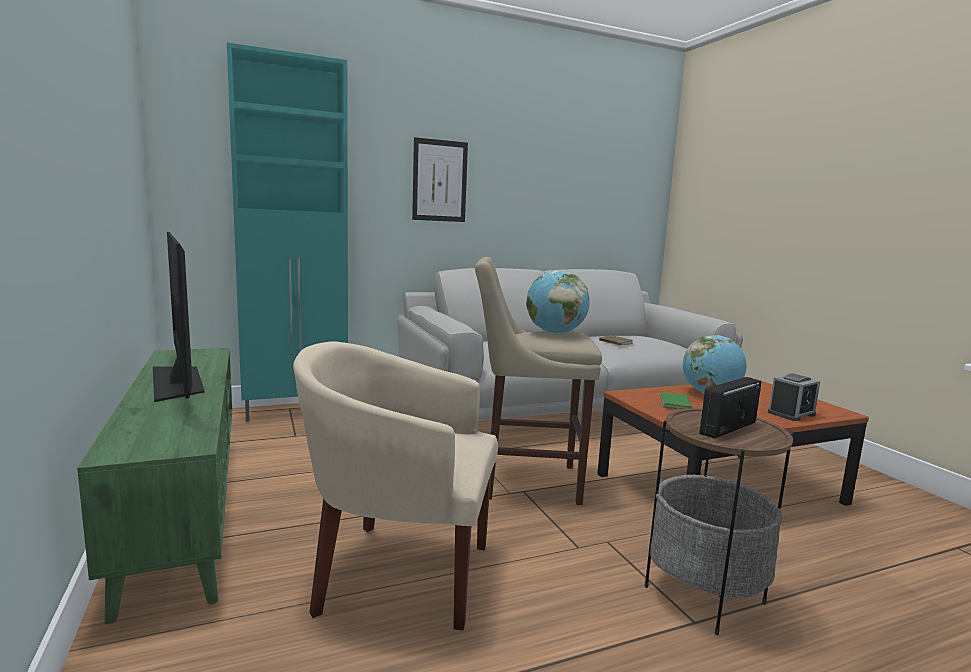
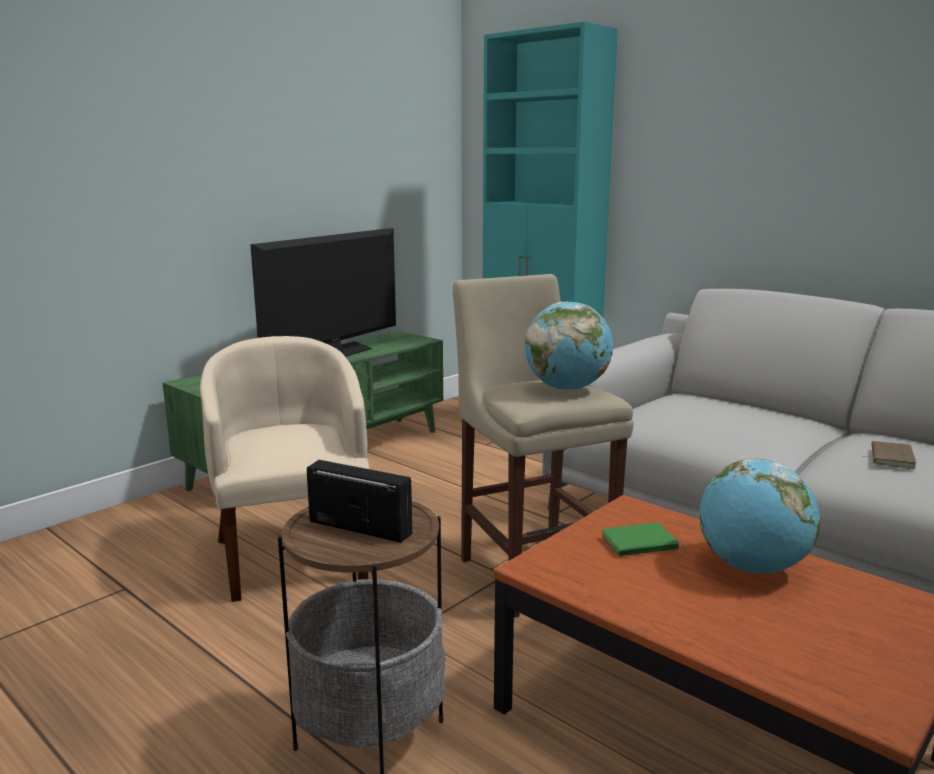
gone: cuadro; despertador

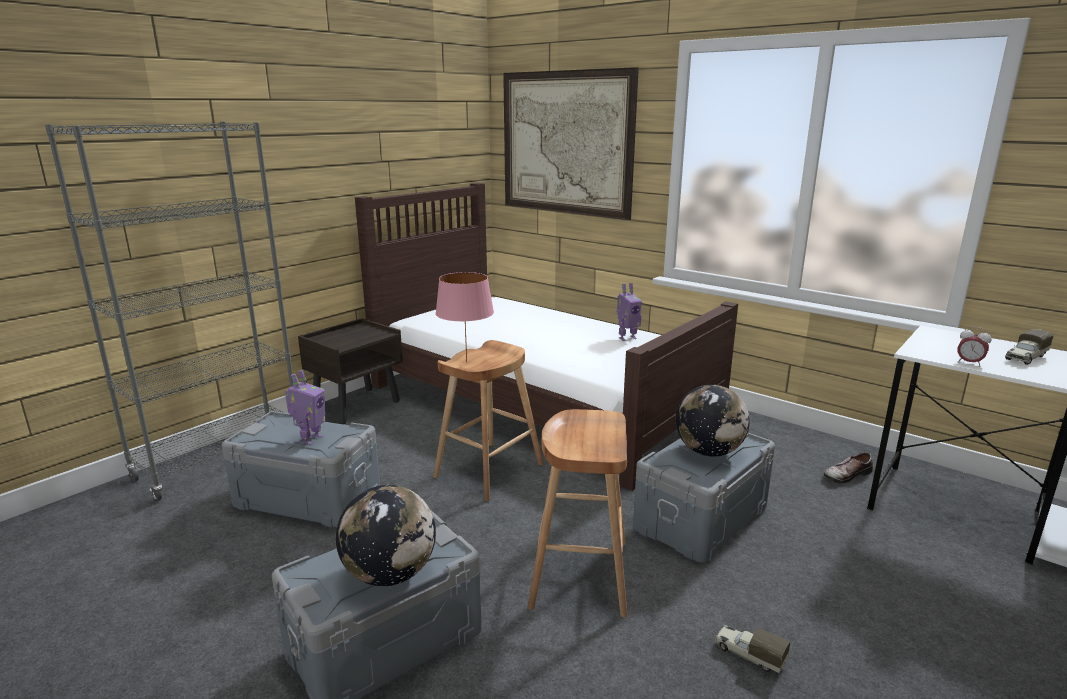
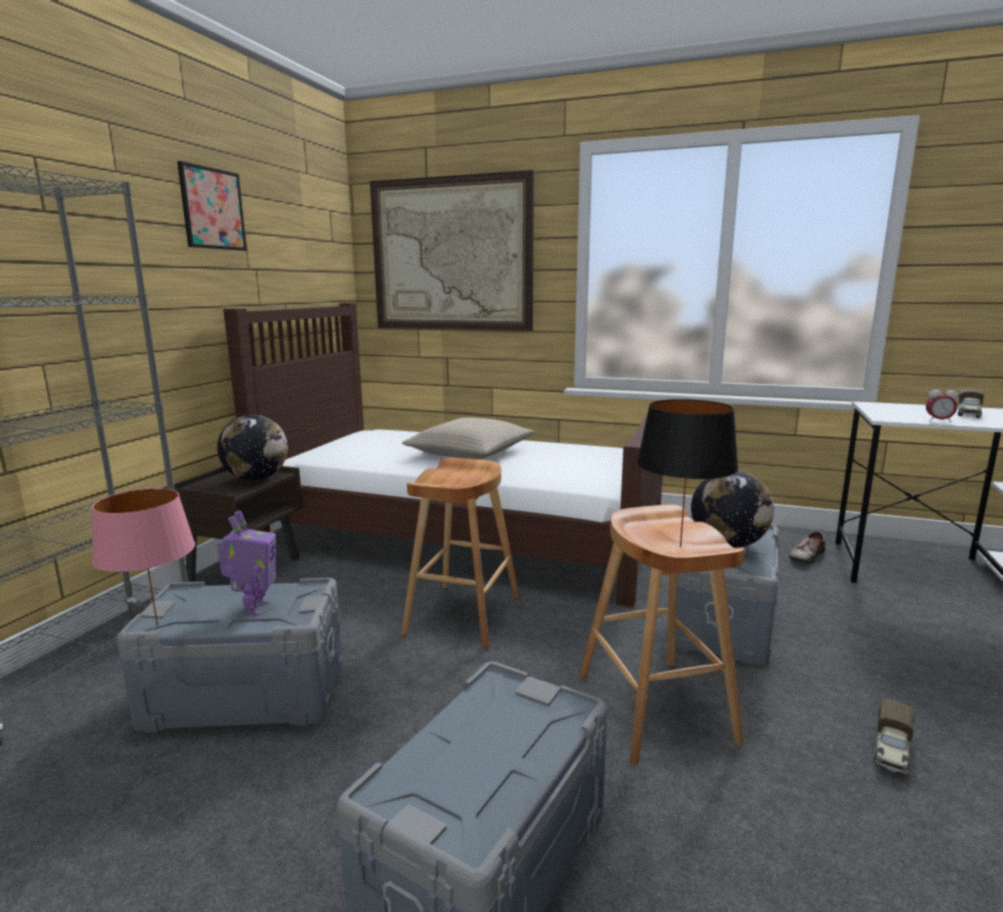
gone: robot de juguete (no. 2 from left)
new: cuadro (no. 1 from left); cojín [beis]; lámpara de mesa [negro]
shifted: globo terráqueo (no. 1 from left); lámpara de mesa [rosa]
rotated: camión de juguete (no. 1 from left) 75 degrees counterclockwise

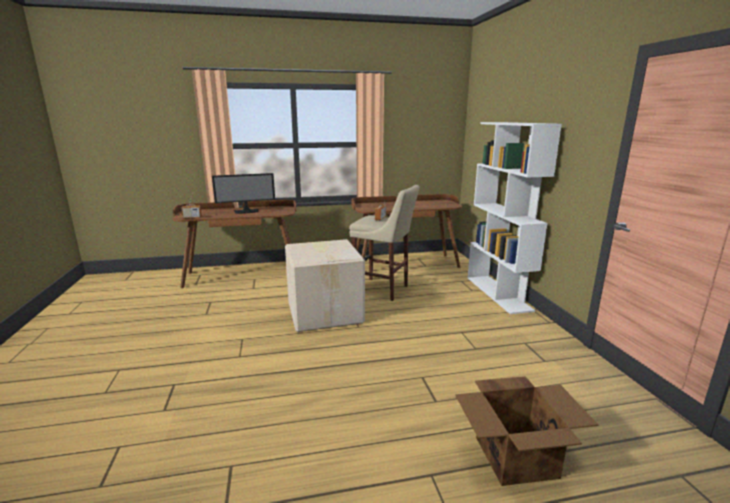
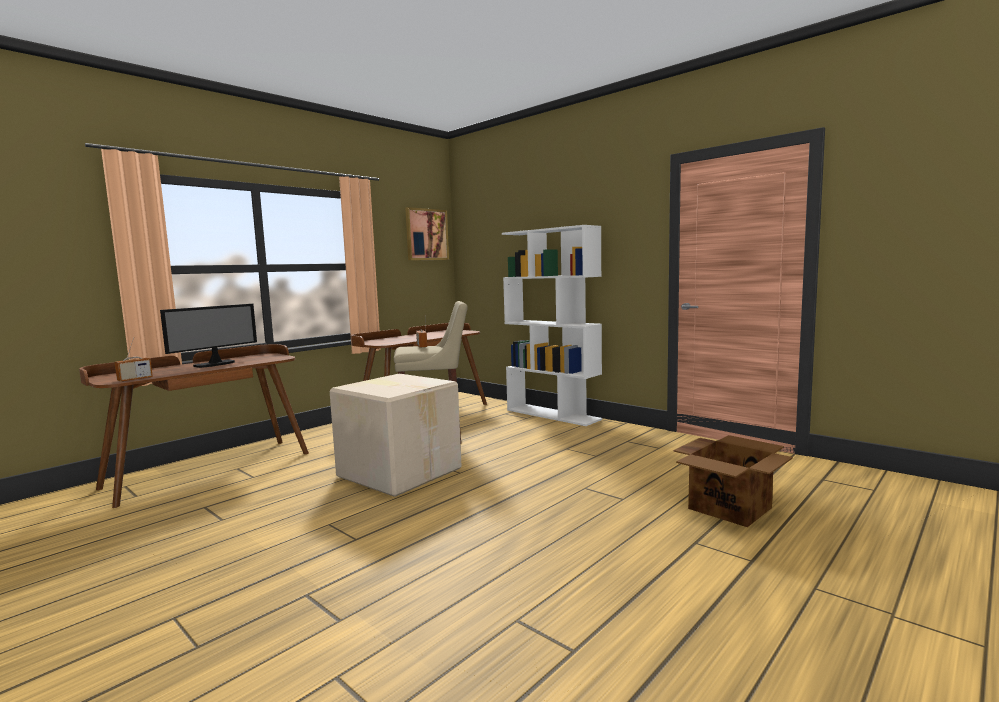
new: cuadro

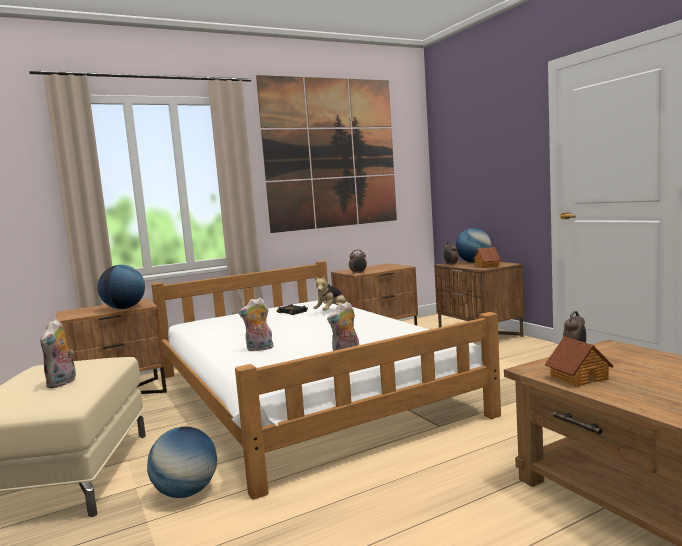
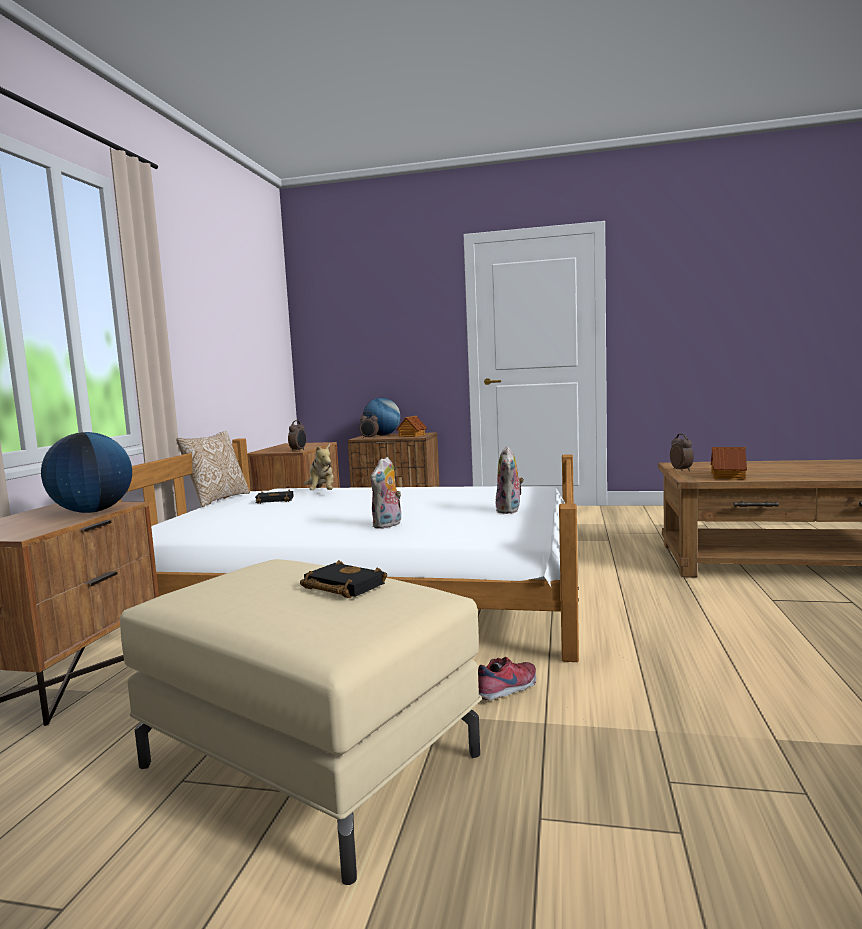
gone: cuadro
new: cojín
swapped: peluche (no. 1 from left) to libro [negro] (no. 2 from left); globo terráqueo (no. 2 from left) to zapato

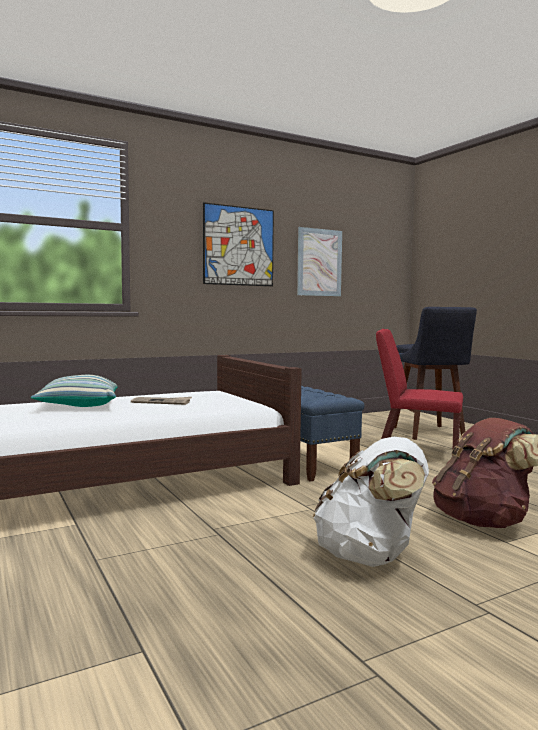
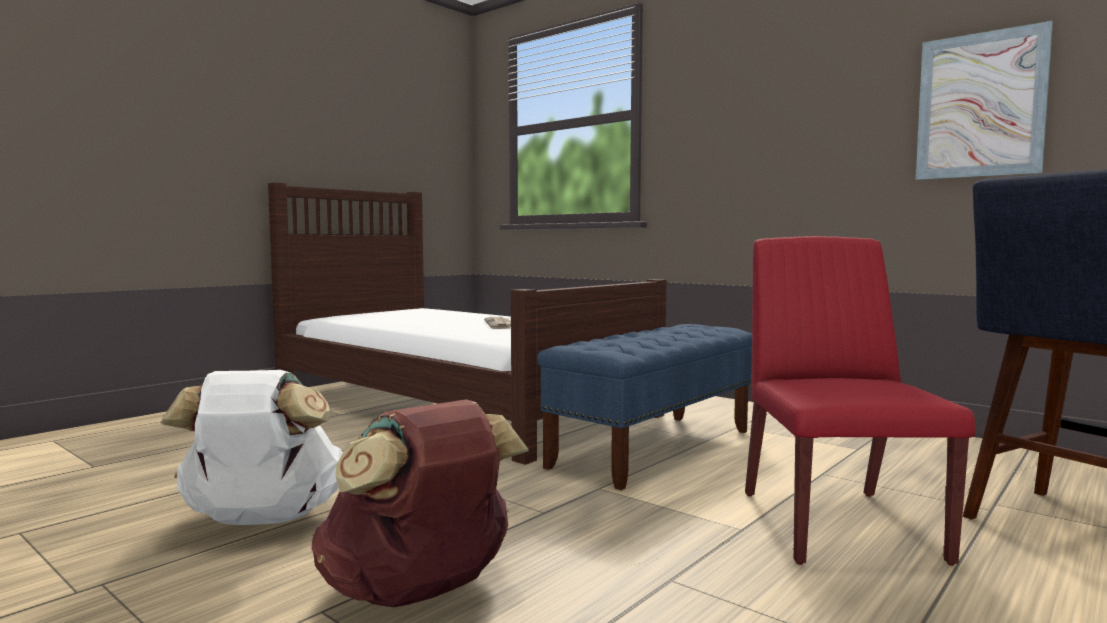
gone: cojín; cuadro (no. 1 from left)

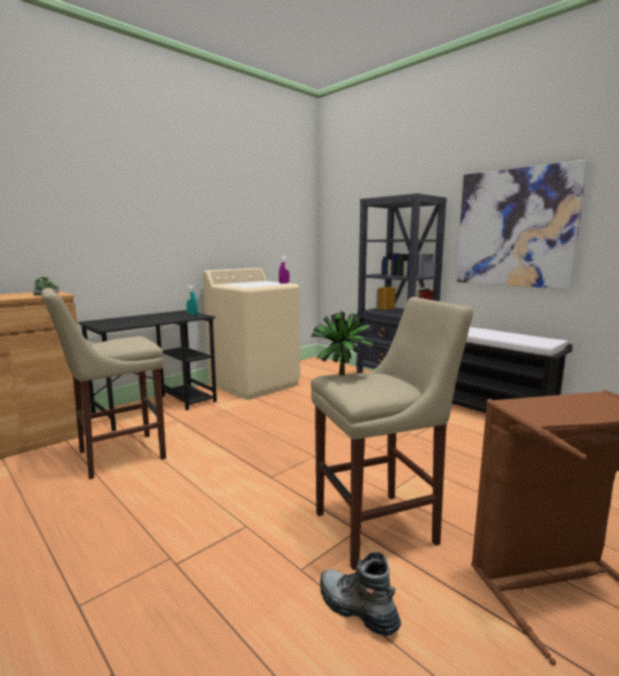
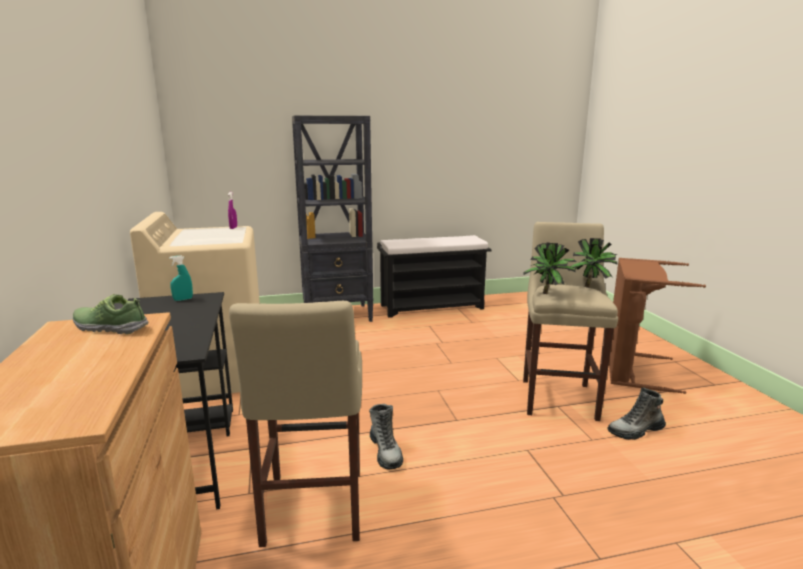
gone: cuadro
new: bota (no. 1 from left); planta en maceta (no. 2 from left)

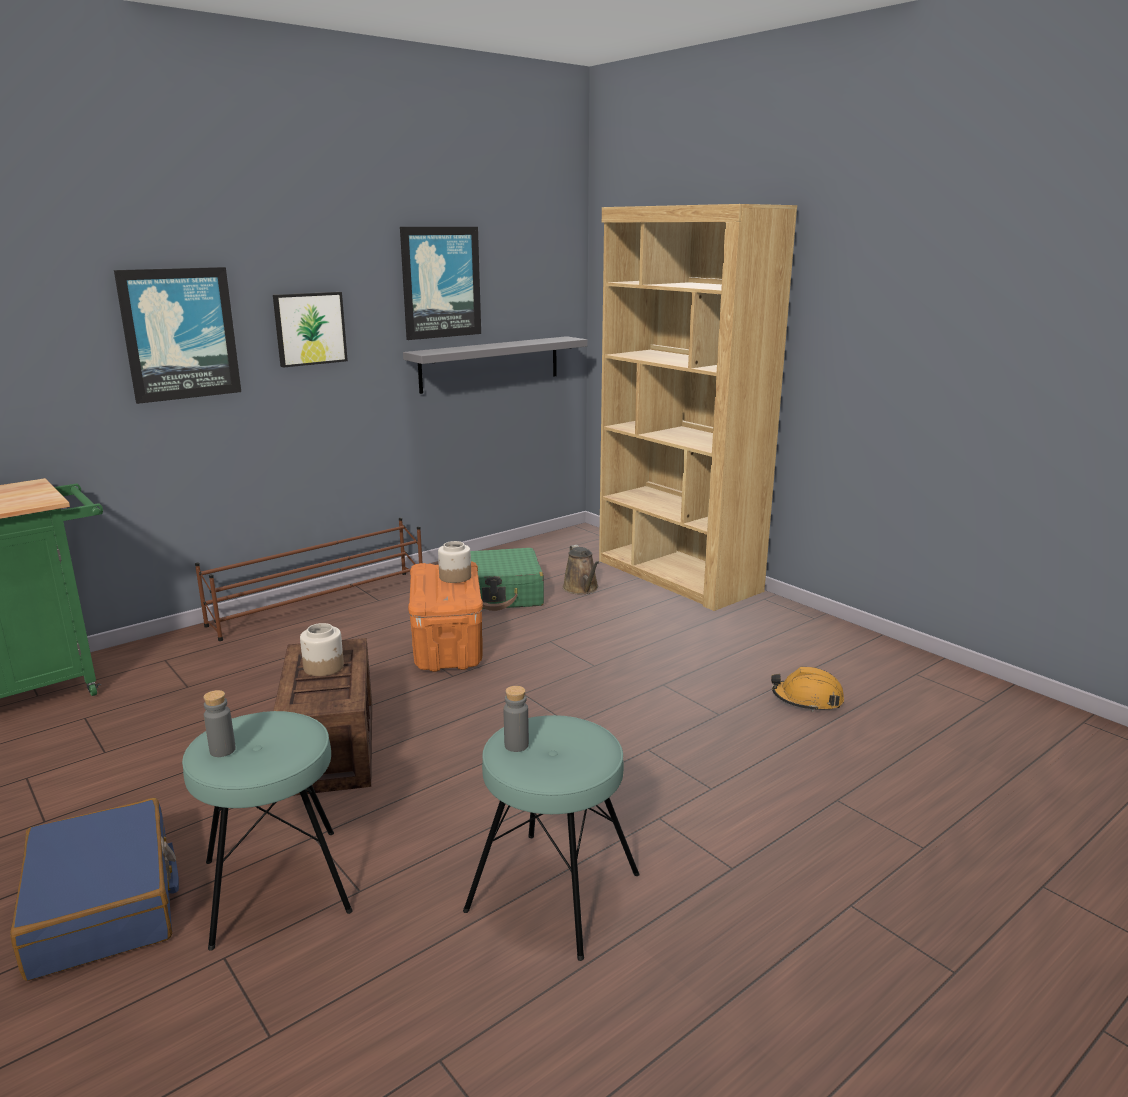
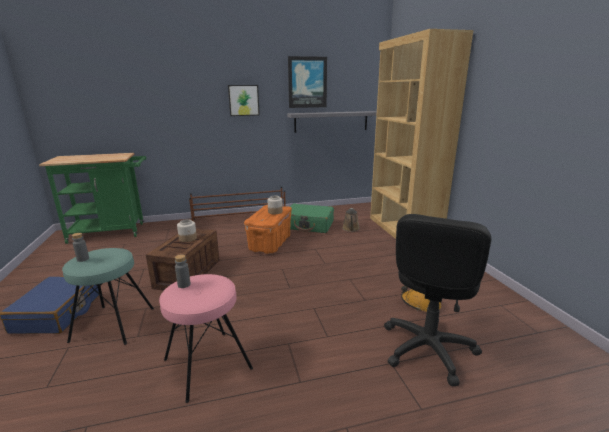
gone: cuadro (no. 1 from left)
new: silla de oficina [negro]
repainted: taburete [turquesa] (no. 2 from left) to taburete [rosa]

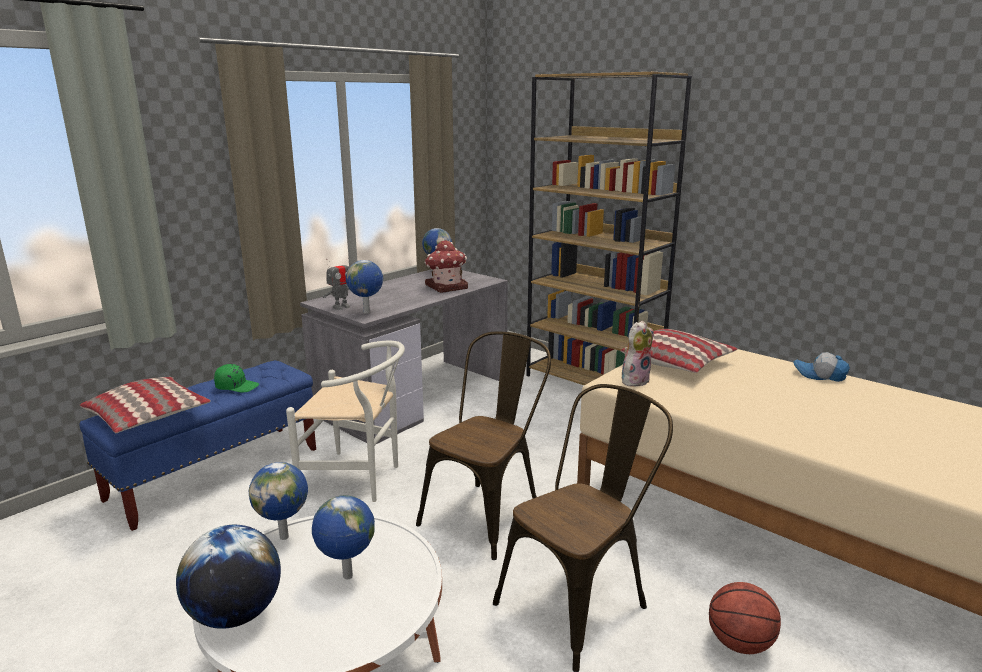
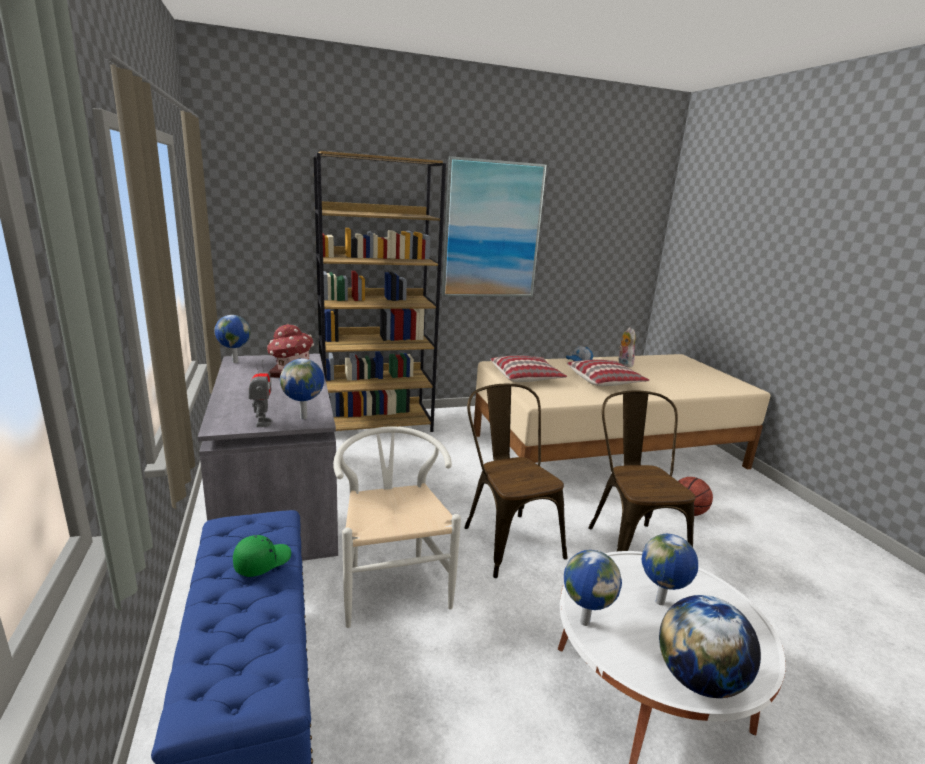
new: cuadro
shifted: cojín (no. 1 from left in the first image) to cojín (no. 2 from left); peluche
rotated: silla [blanco] 60 degrees counterclockwise

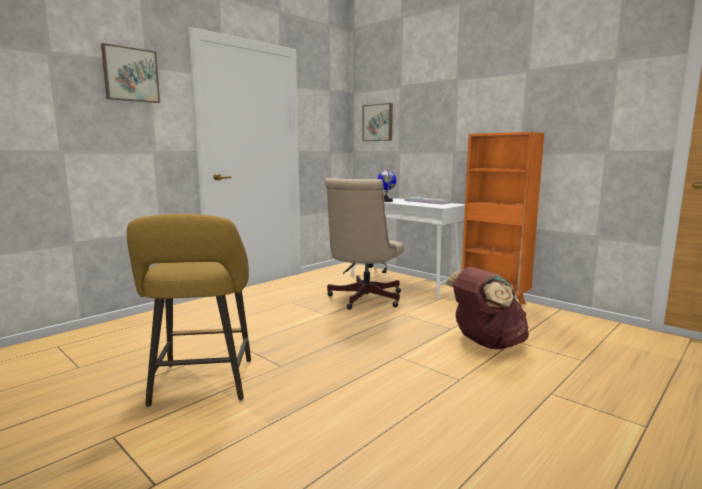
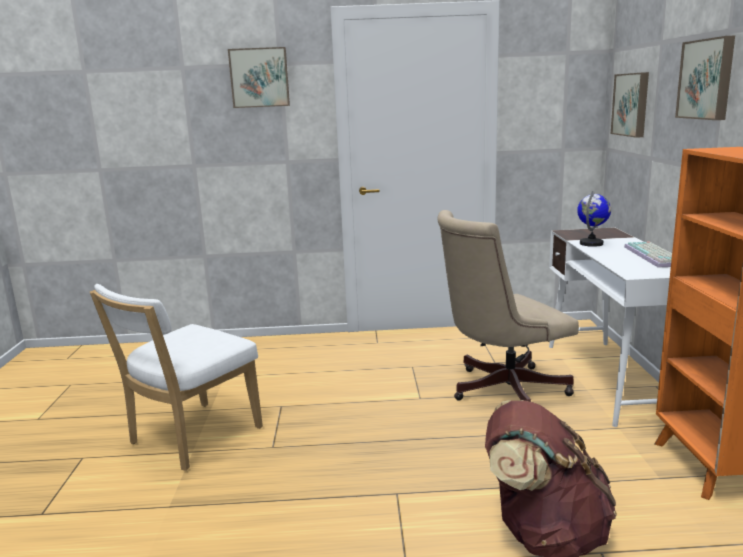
new: cuadro (no. 3 from left)
swapped: taburete [amarillo] to silla [blanco]

